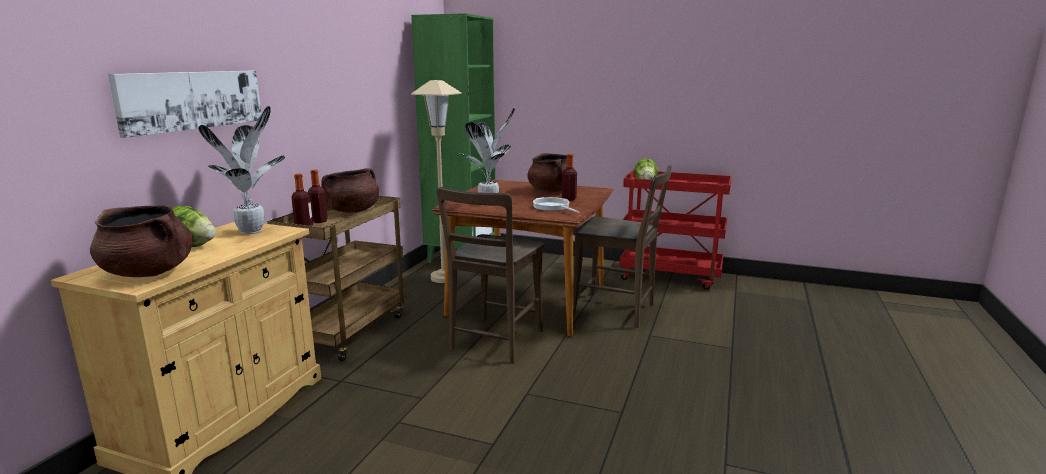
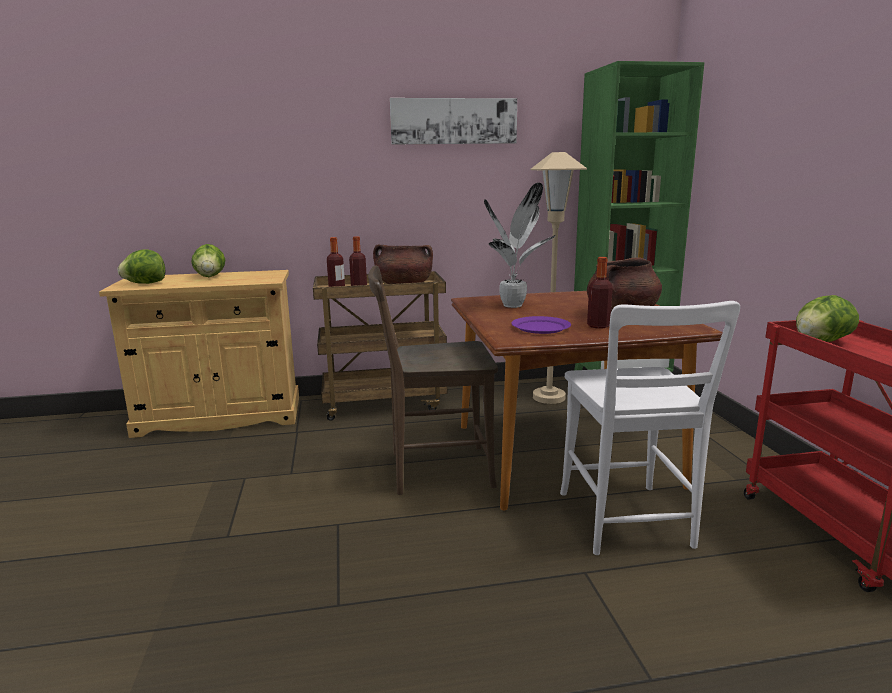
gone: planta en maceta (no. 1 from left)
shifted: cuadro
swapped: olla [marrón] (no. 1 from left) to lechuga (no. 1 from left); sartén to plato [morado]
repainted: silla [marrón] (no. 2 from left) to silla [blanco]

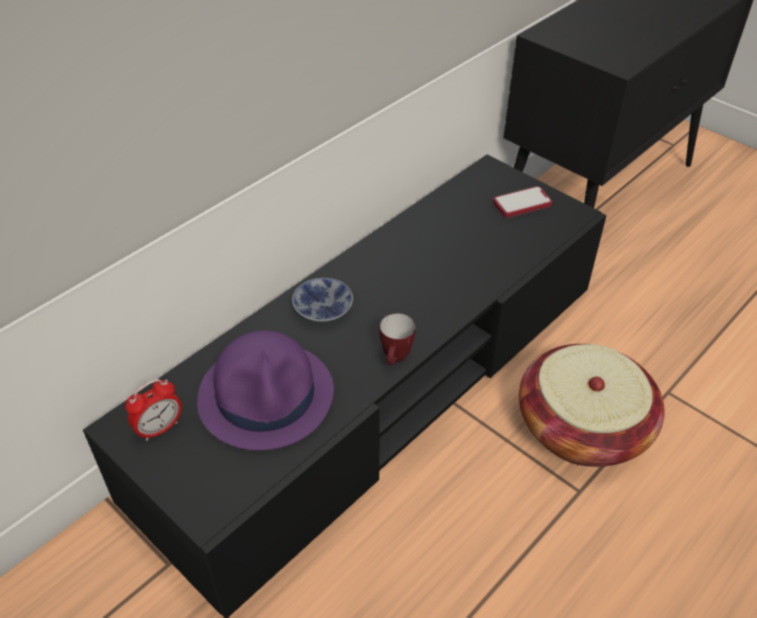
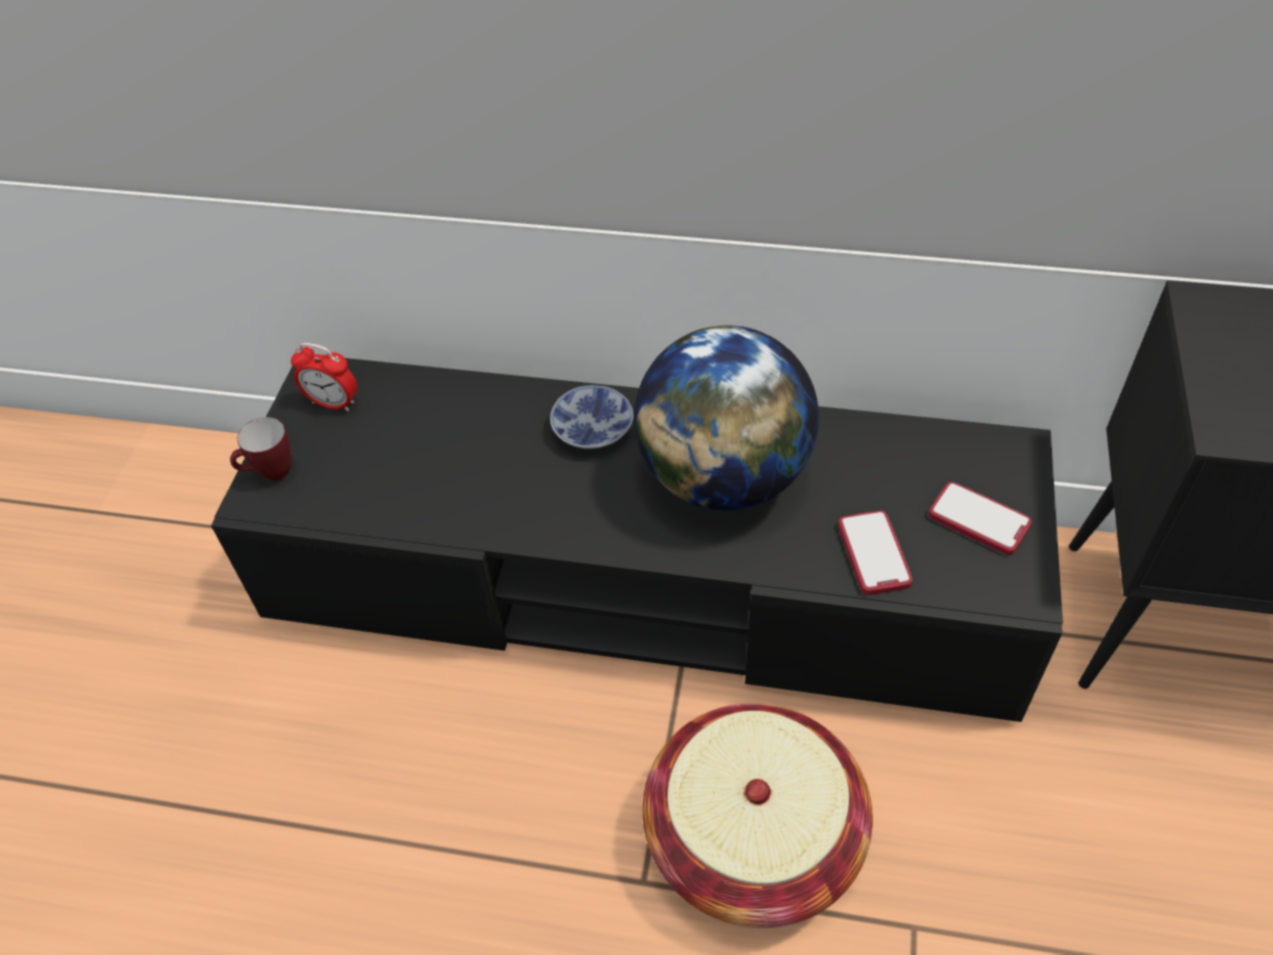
gone: sombrero [morado]
new: globo terráqueo; móvil (no. 1 from left)
shifted: taza grande

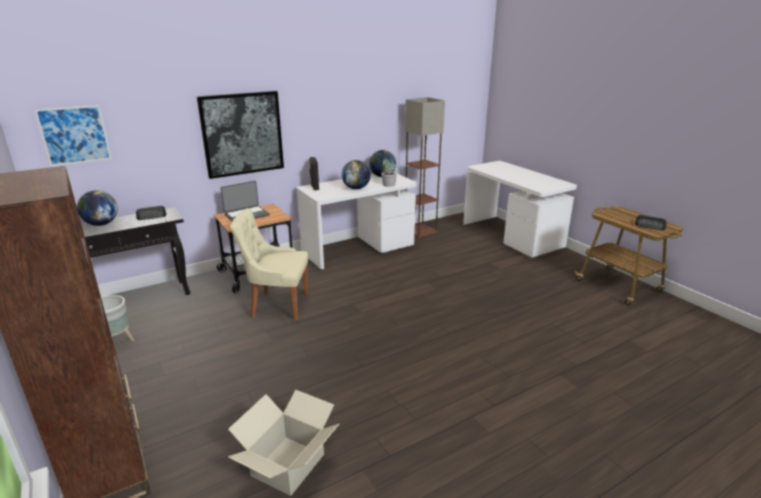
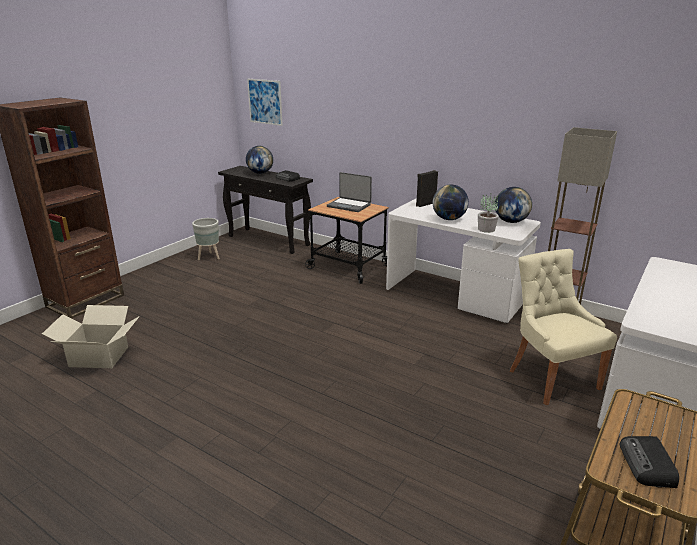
gone: cuadro (no. 2 from left)
shifted: silla [beis]

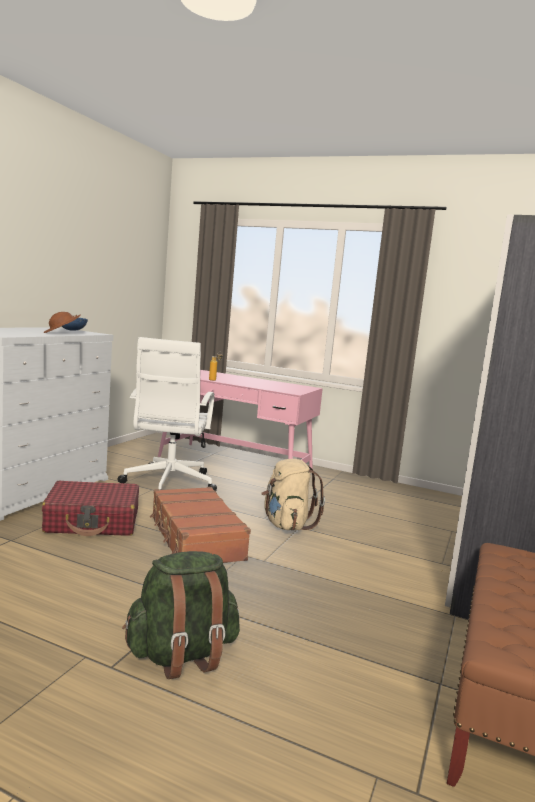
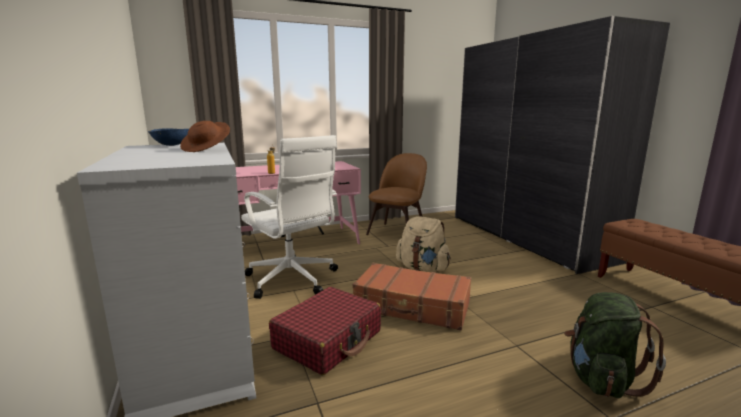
new: silla [marrón]

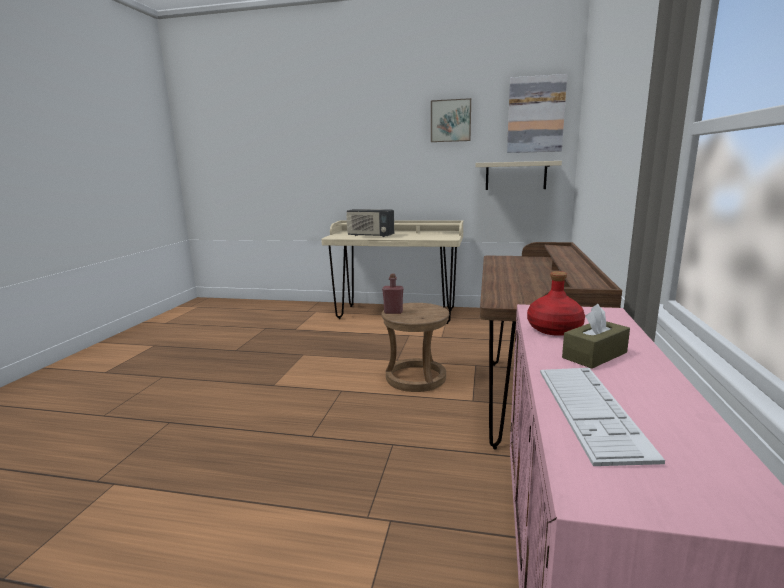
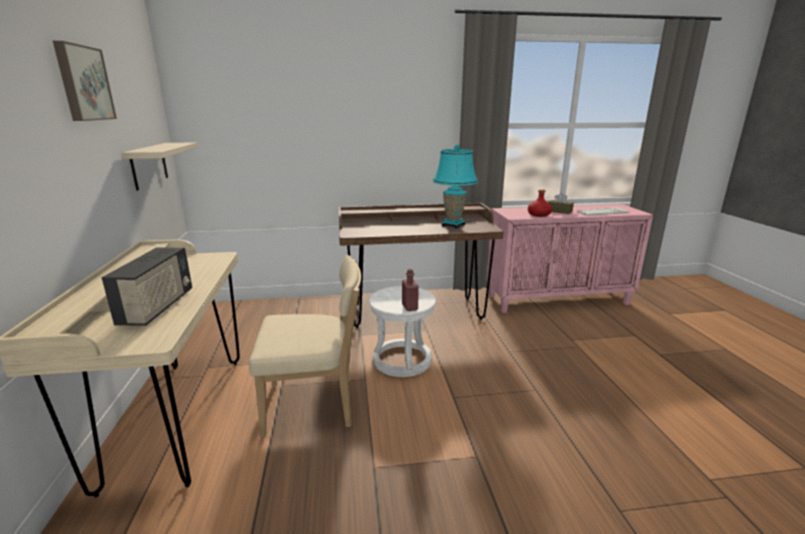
gone: cuadro (no. 2 from left)
new: silla [beis]; lámpara de mesa [turquesa]
repainted: taburete [marrón] to taburete [blanco]

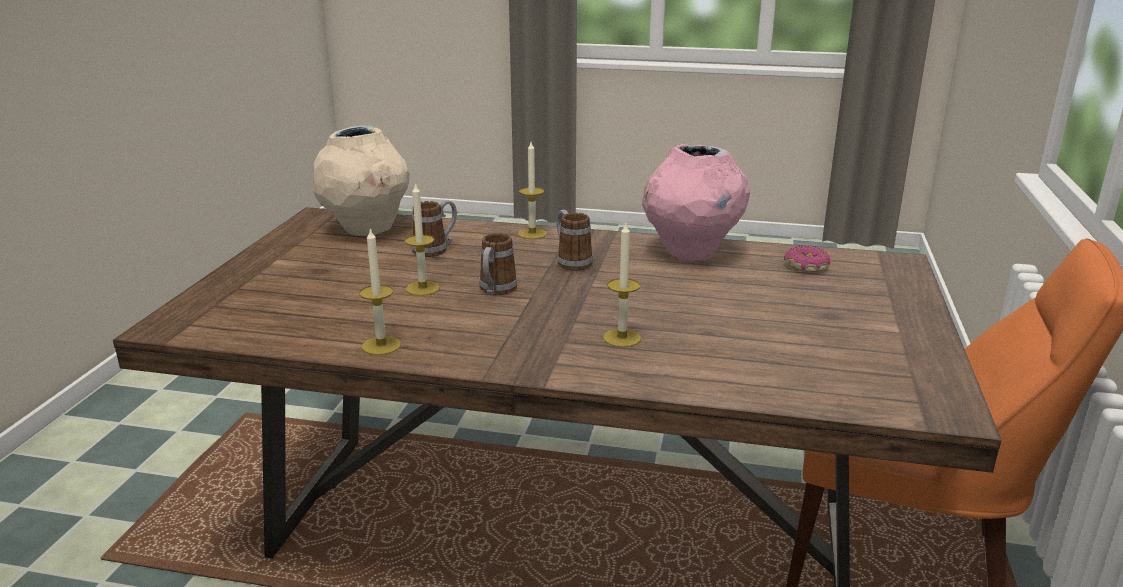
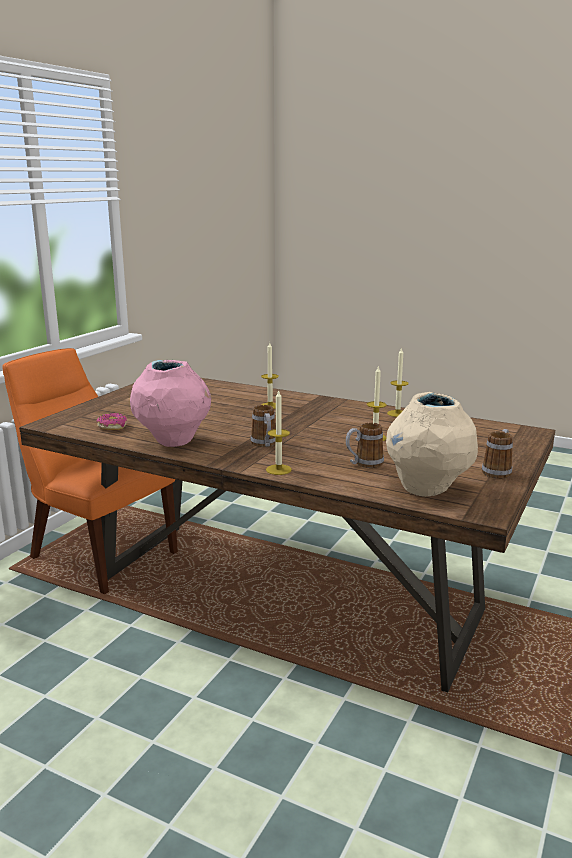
shifted: taza grande (no. 2 from left in the first image) to taza grande (no. 3 from left)

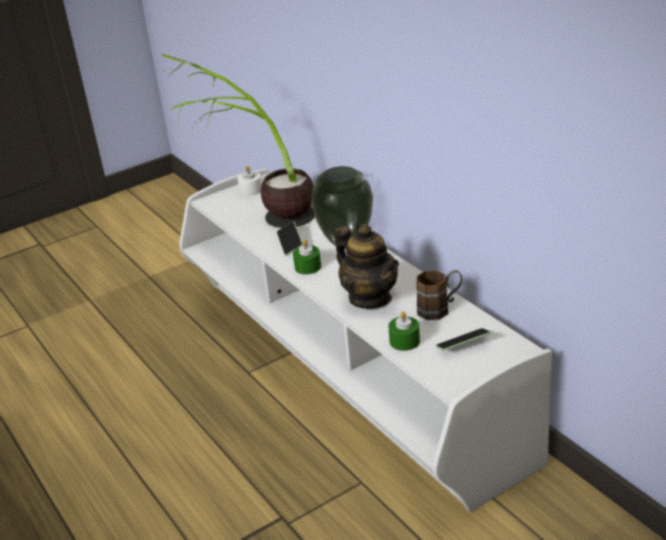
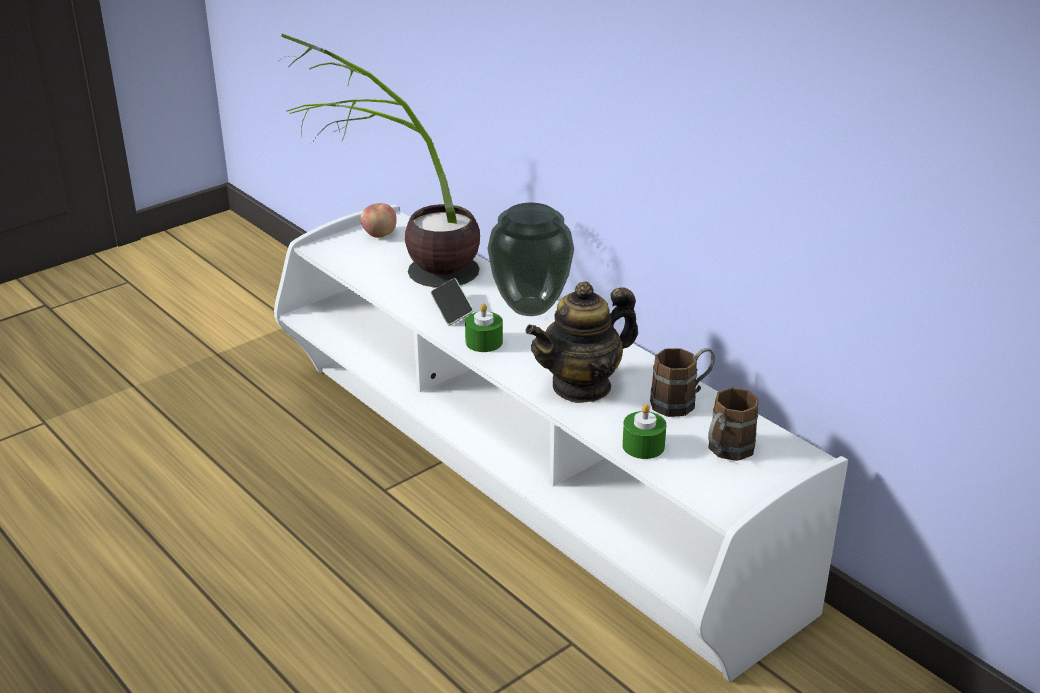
swapped: vela [blanco] to manzana; móvil (no. 2 from left) to taza grande [marrón] (no. 2 from left)
rotated: tetera 105 degrees clockwise

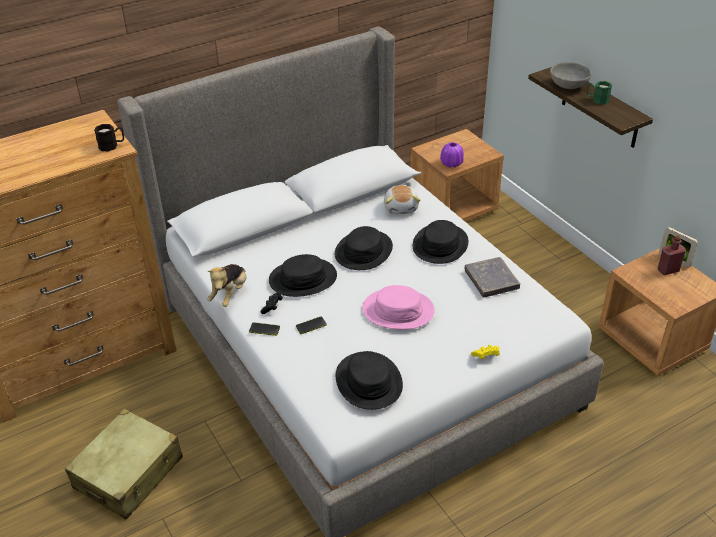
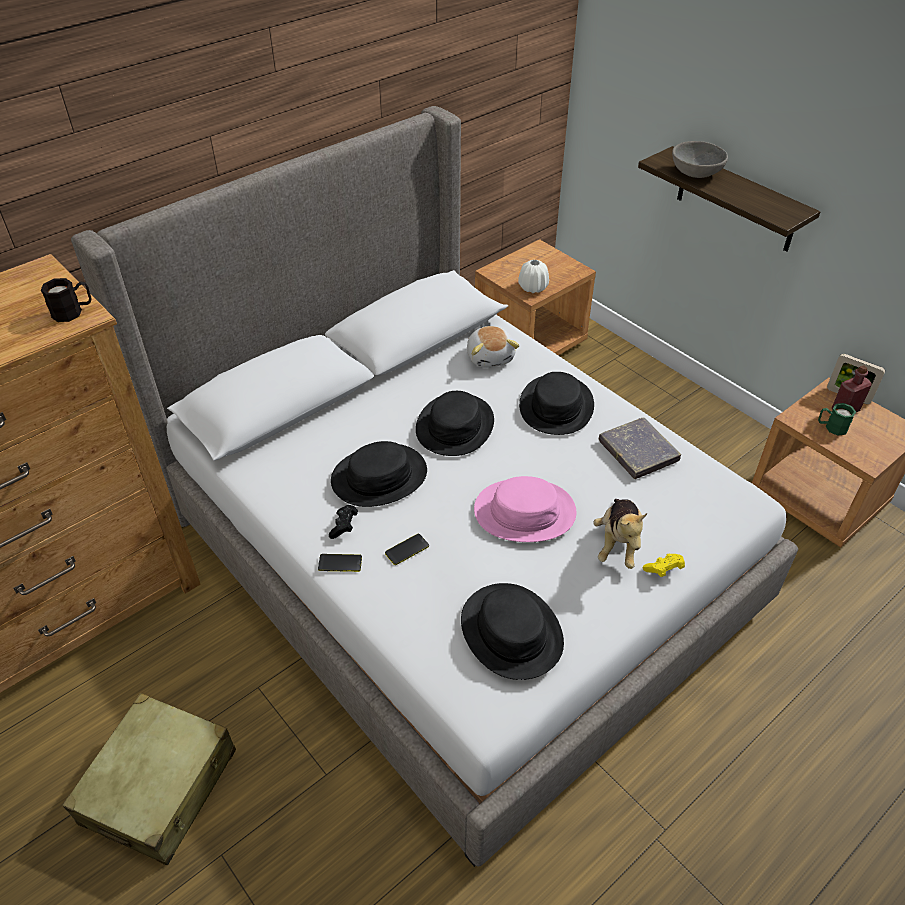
shifted: peluche (no. 1 from left in the first image) to peluche (no. 2 from left); taza grande [verde]
repainted: florero [morado] to florero [blanco]

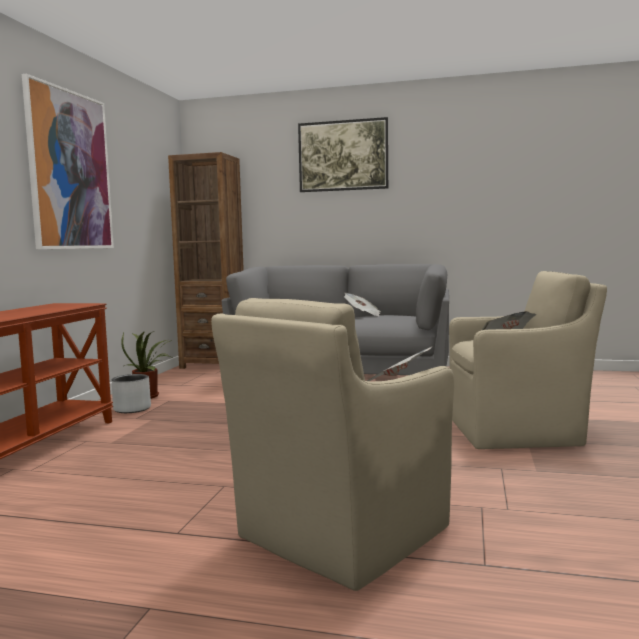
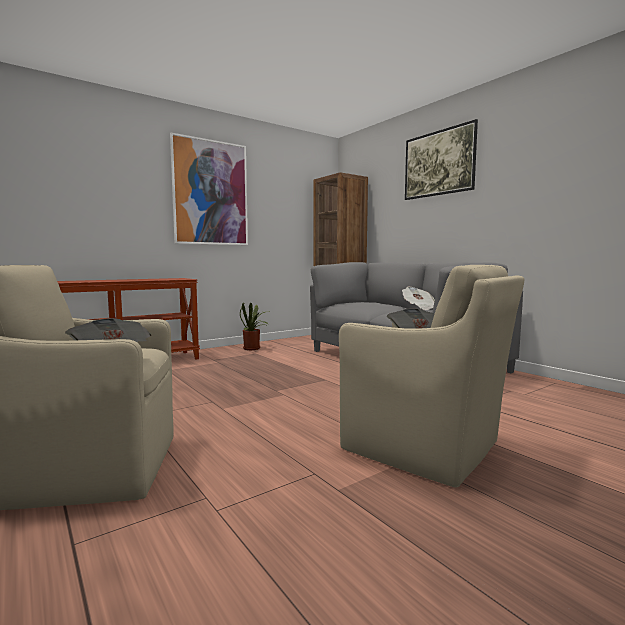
gone: maceta [gris]

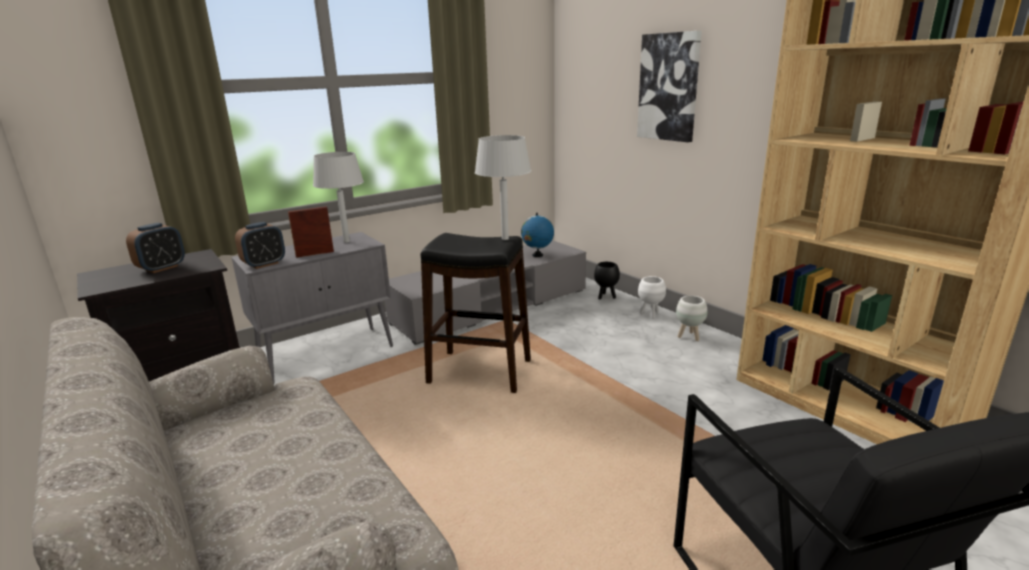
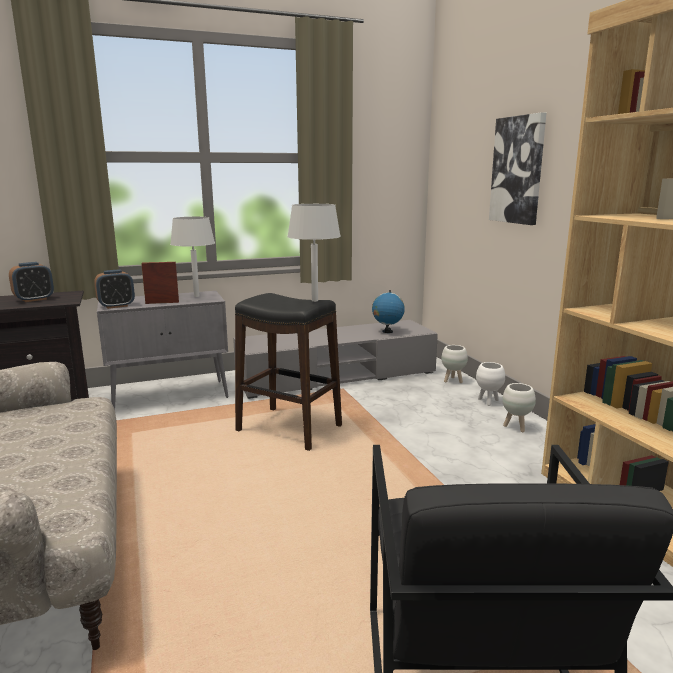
repainted: maceta [negro] to maceta [blanco] (no. 1 from left)

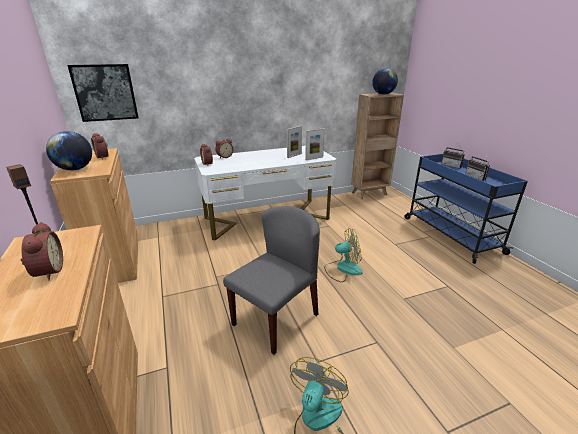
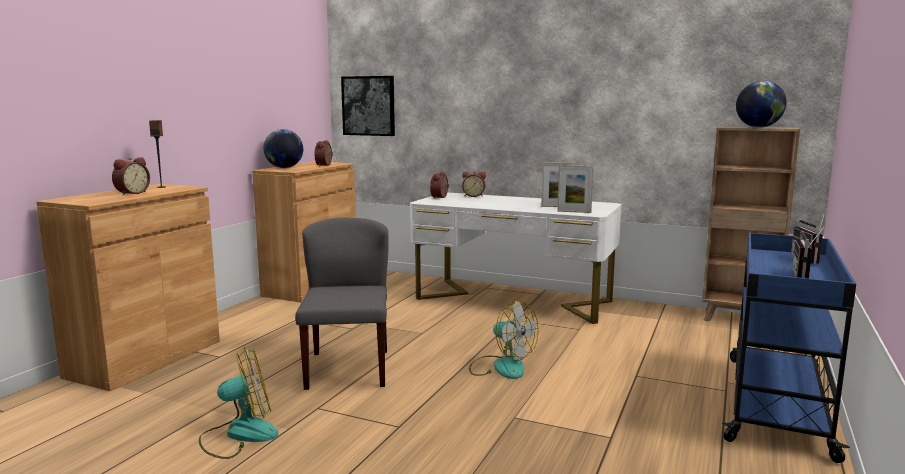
rotated: silla [gris] 90 degrees counterclockwise

